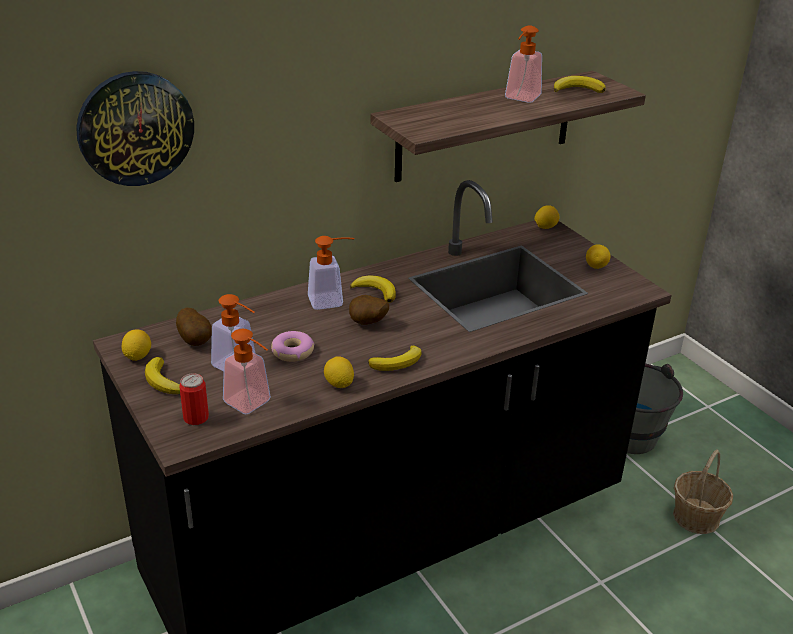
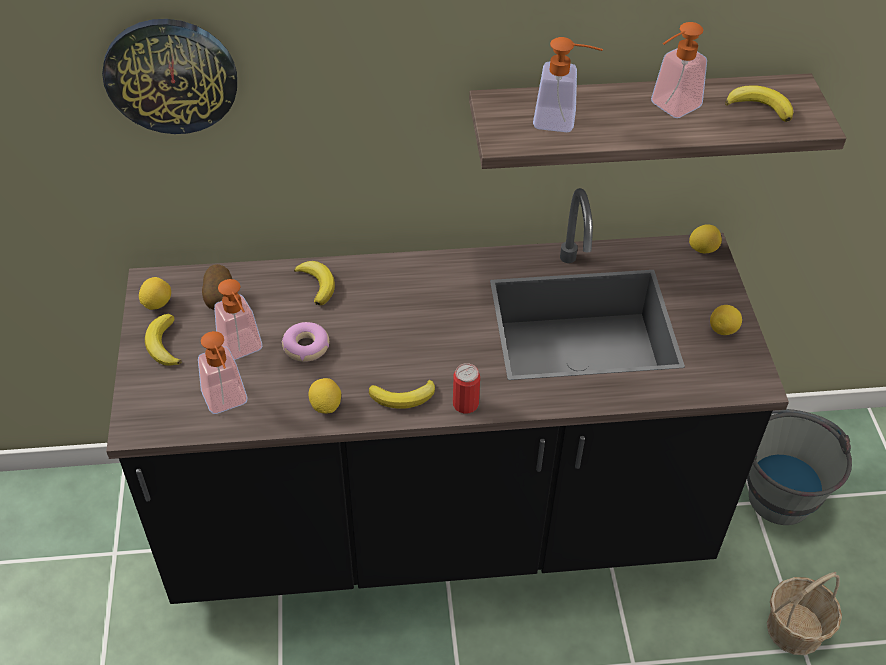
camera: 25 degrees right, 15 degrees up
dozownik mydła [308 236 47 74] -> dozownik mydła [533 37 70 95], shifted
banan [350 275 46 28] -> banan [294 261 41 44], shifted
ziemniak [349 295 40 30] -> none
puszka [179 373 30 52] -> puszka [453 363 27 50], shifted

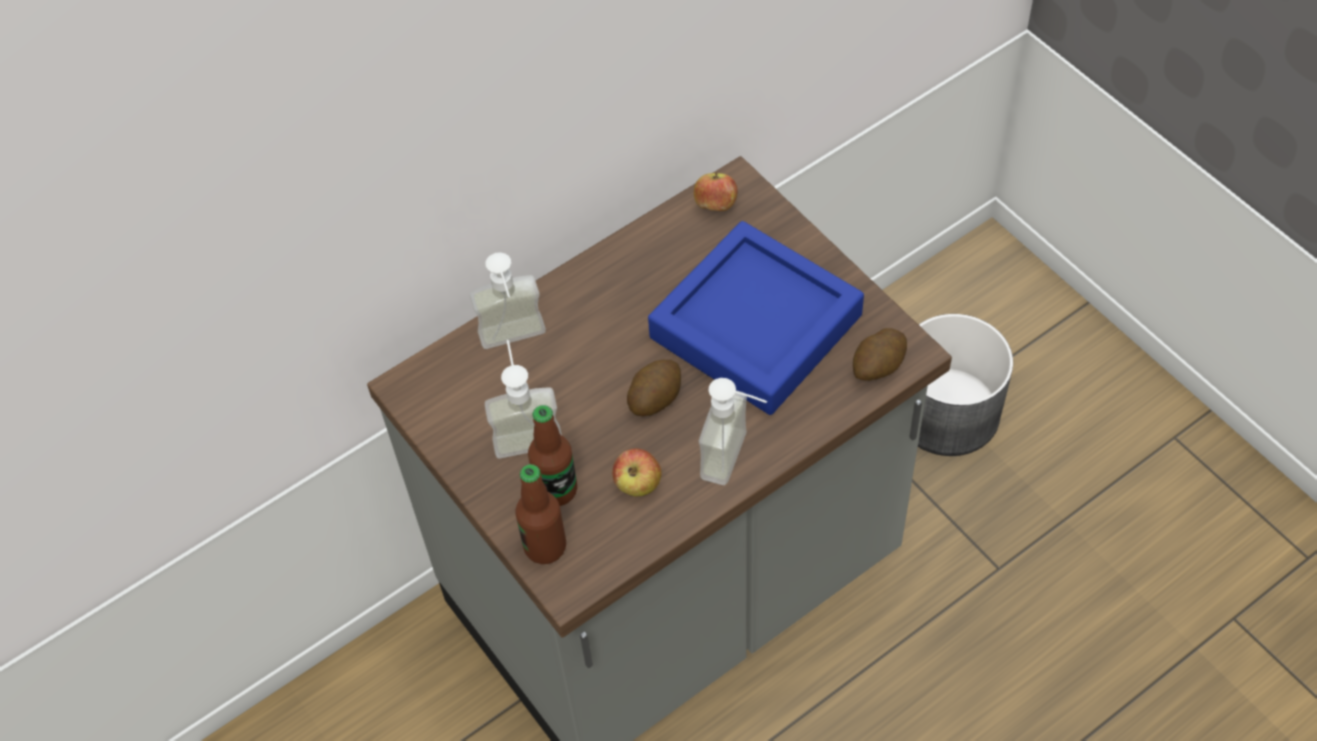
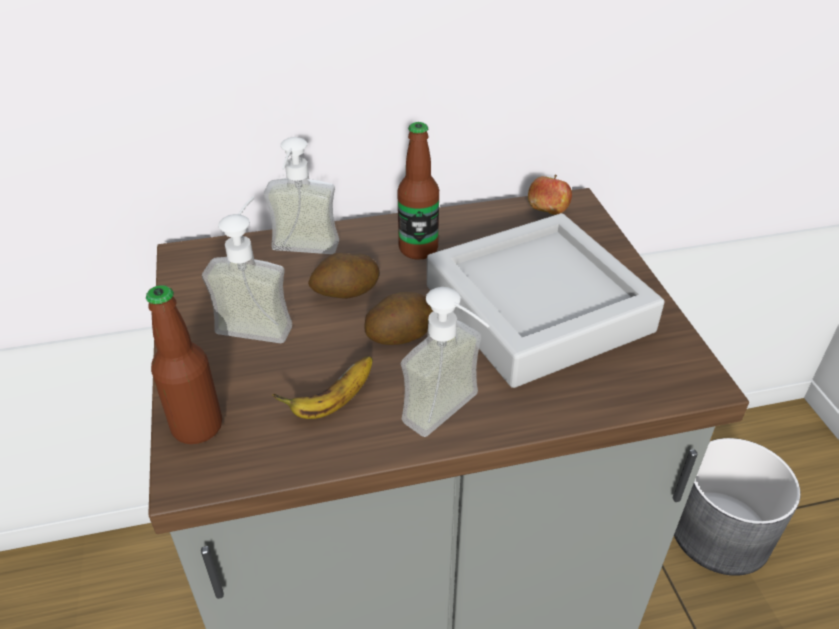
camera: 20 degrees right, 15 degrees down
taca [niebieski] [648 221 216 194] -> taca [szary] [427 213 237 175]
ziemniak [853 328 54 53] -> ziemniak [308 253 72 46], shifted
butelka [528 405 49 101] -> butelka [397 122 42 138], shifted
jabłko [612 448 49 48] -> banan [272 356 100 63]

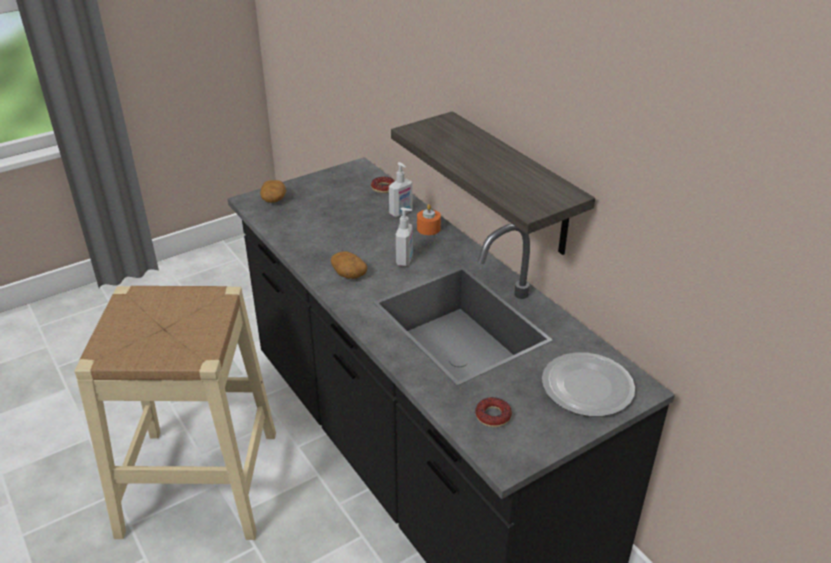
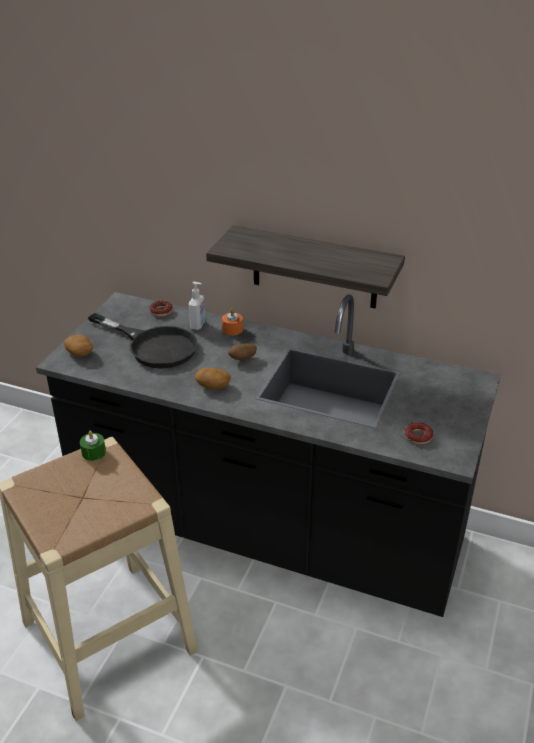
camera: 35 degrees left, 0 degrees up
dozownik mydła [396 208 17 58] -> ziemniak [228 343 29 17]
talerz [542 352 93 64] -> none
none -> patelnia [czarny] [88 313 110 56]
none -> świeca [zielony] [80 430 26 31]

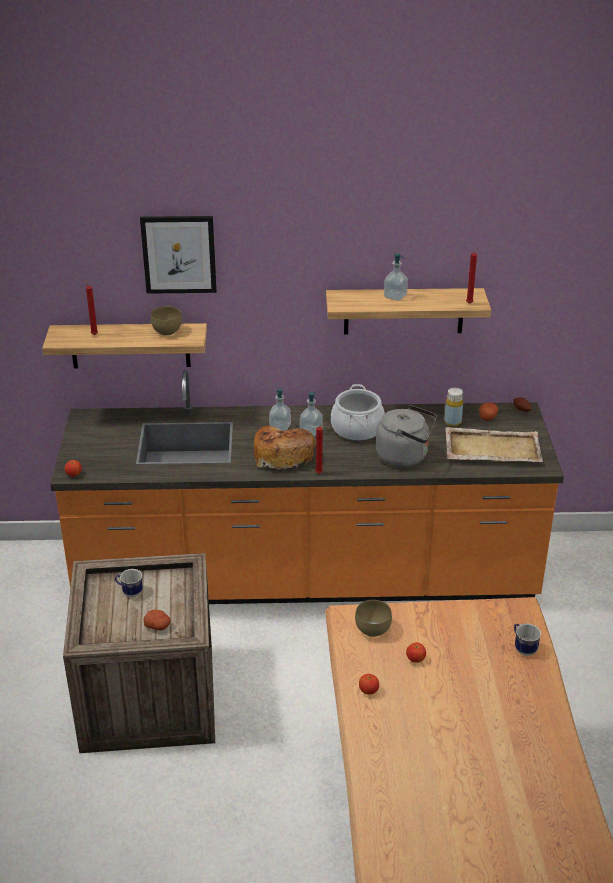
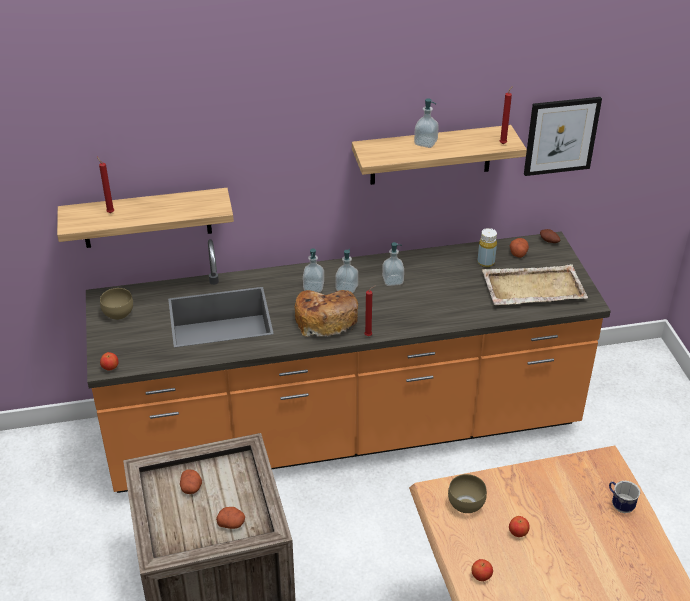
camera: 10 degrees left, 5 degrees up
obraz [140 216 77 78] -> obraz [524 97 78 79], shifted
miska [brązowy] [151 306 31 30] -> miska [brązowy] [100 288 33 32], shifted
garnek [331 384 54 57] -> dozownik mydła [382 242 22 44]
czajnik [szary] [376 405 61 62] -> none
kubek [115 569 28 28] -> ziemniak [180 470 22 24]

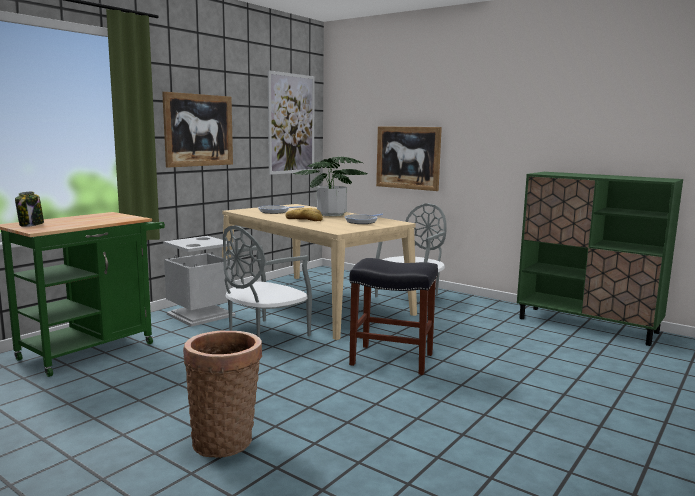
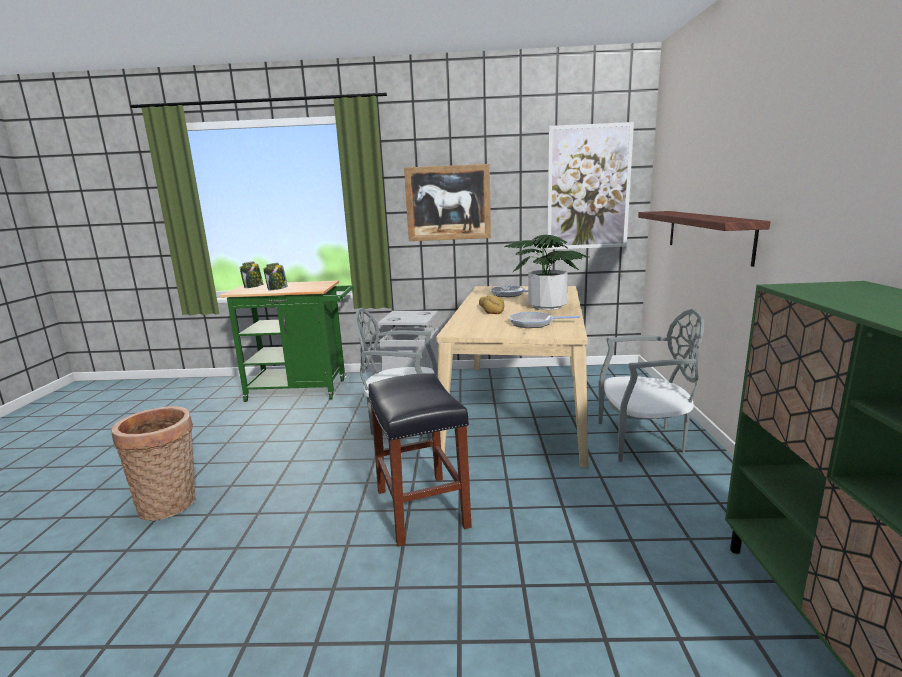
camera: 55 degrees right, 5 degrees up
obraz [376 126 66 65] -> półka [638 211 132 56]
none -> słoik [264 263 24 27]

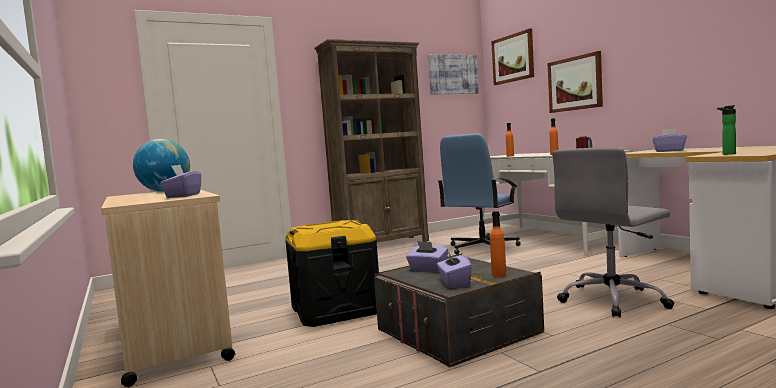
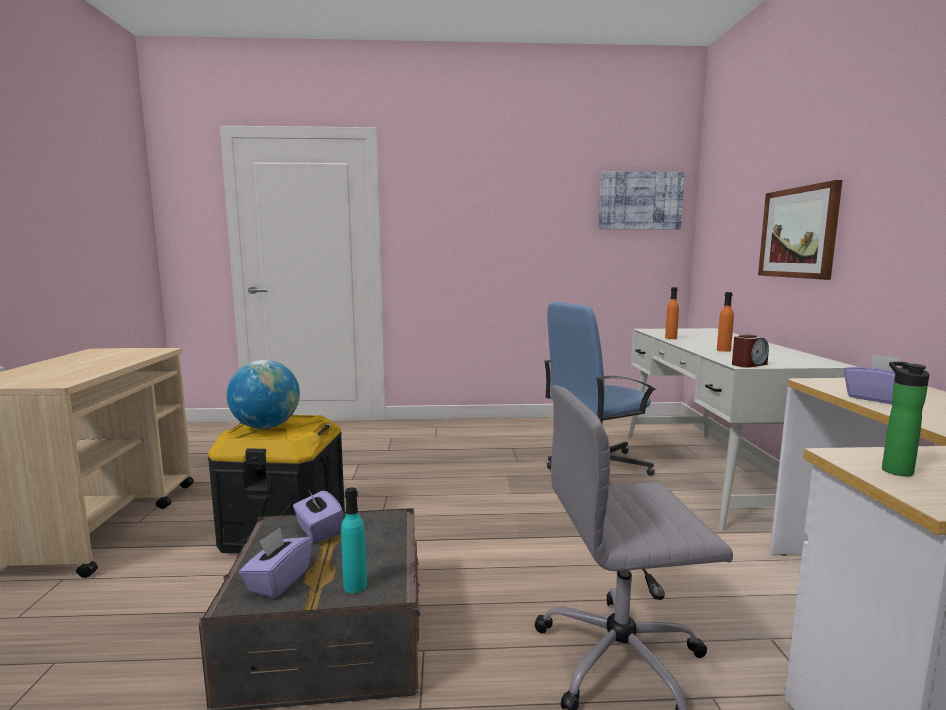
camera: 25 degrees right, 5 degrees up
obraz [491 28 43 57] -> none
regał [brązowy] [314 39 115 204] -> none
globus [133 139 57 53] -> globus [227 360 73 69], shifted
pudełko chusteczek [fioletowy] [160 165 41 33] -> none
butelka [pomarańczowy] [490 211 16 66] -> butelka [turkusowy] [341 487 26 106]

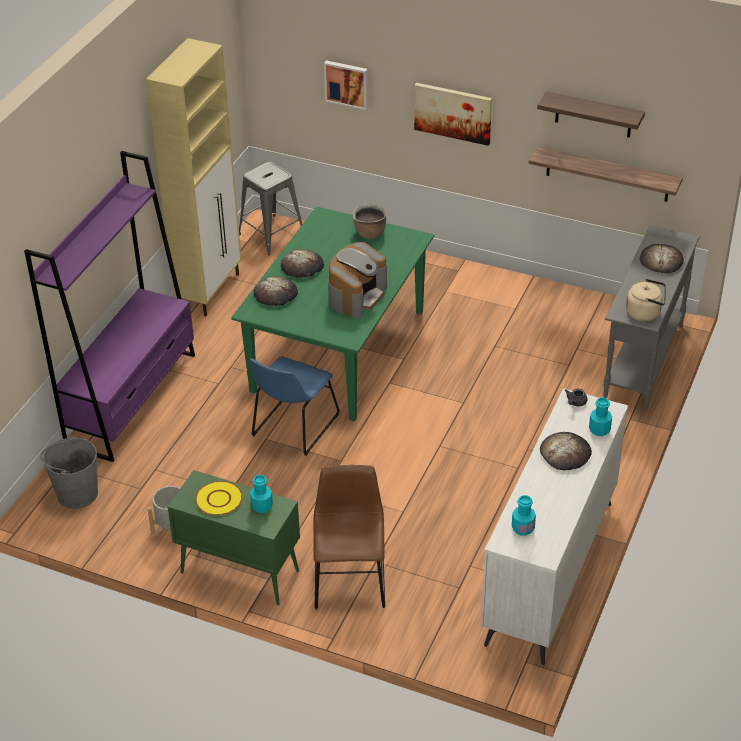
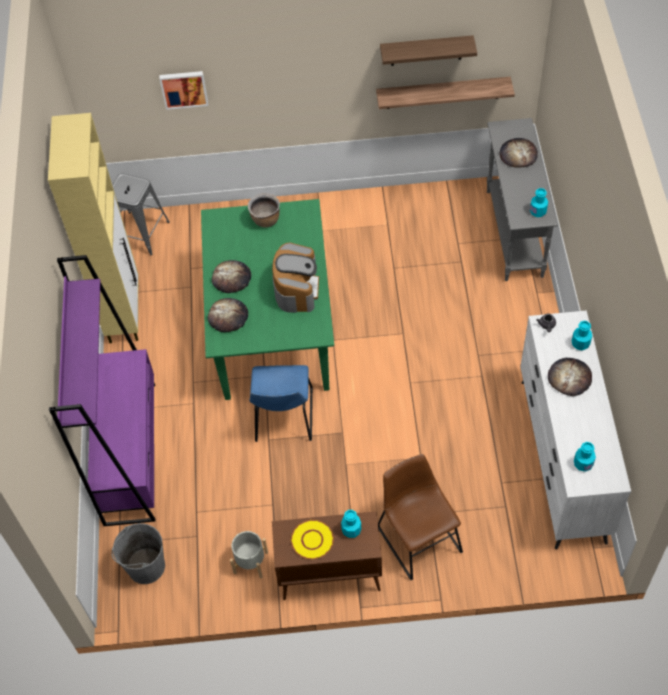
camera: 25 degrees left, 15 degrees up
obraz [414 83 78 63] -> none
czajnik [beżowy] [626 279 40 42] -> butelka [turkusowy] [530 188 18 29]
szafka [zielony] [168 470 132 135] -> szafka [brązowy] [272 511 110 89]

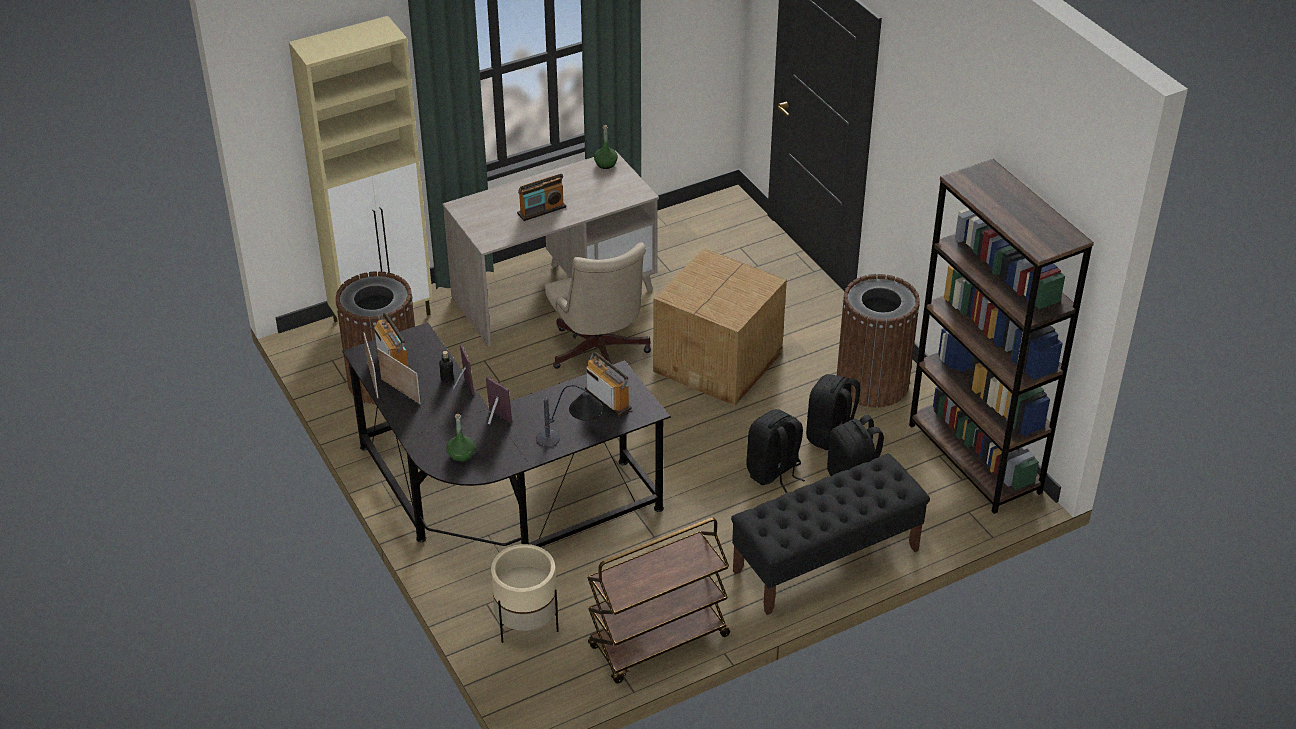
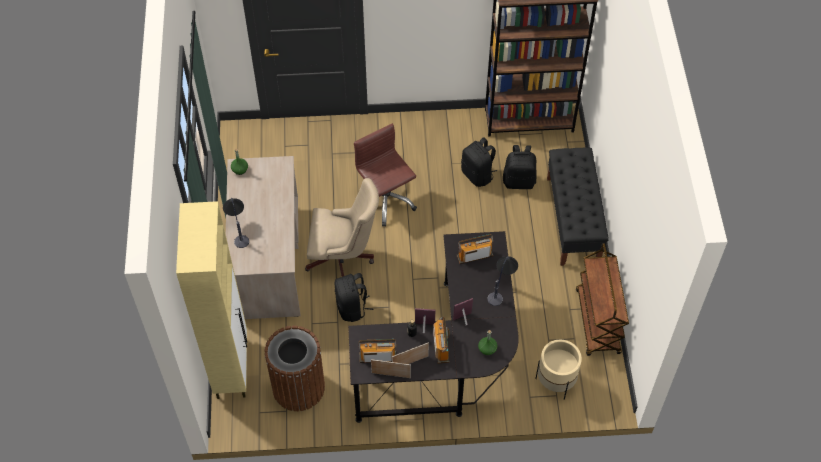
camera: 65 degrees left, 15 degrees up
radio [517 174 49 47] -> radio [433 317 16 46], shifted
karton [653 248 134 158] -> krzesło biurowe [brązowy] [354 123 63 104]
kosz na śmieci [brązowy] [837 274 83 133] -> none
plecak [czarny] [746 409 59 84] -> plecak [czarny] [334 273 39 49], shifted
none -> lampa stołowa [223 198 26 50]

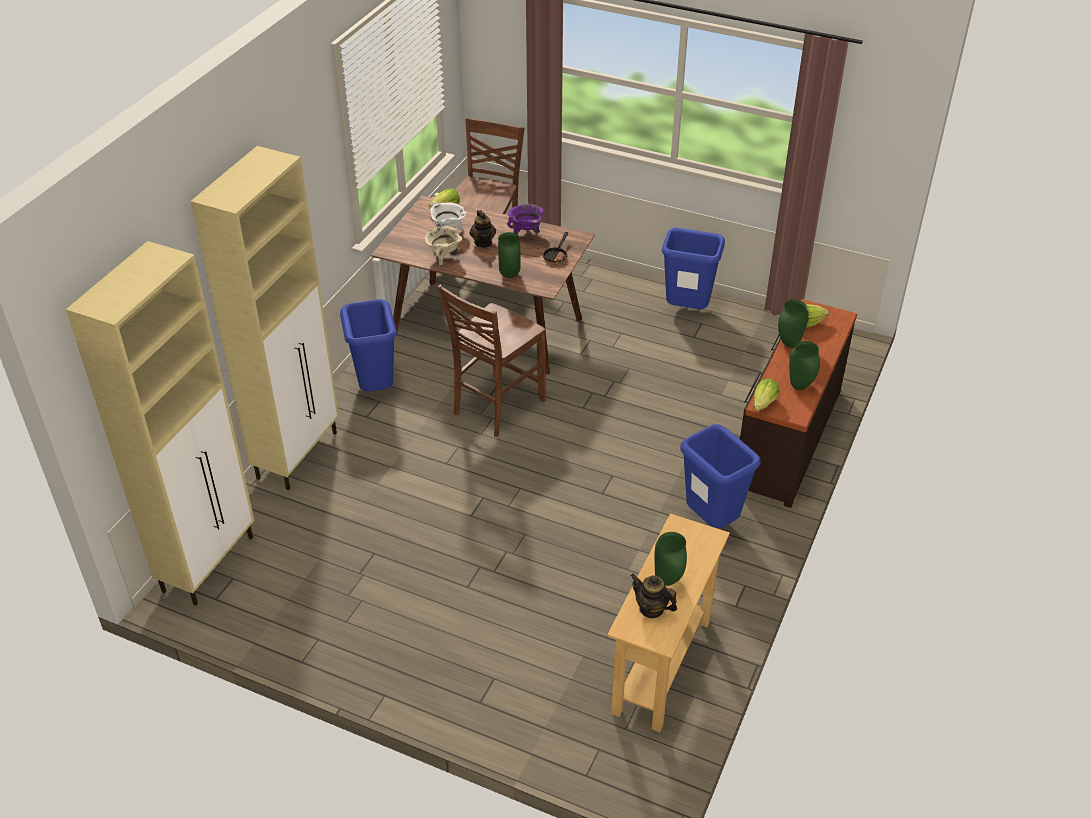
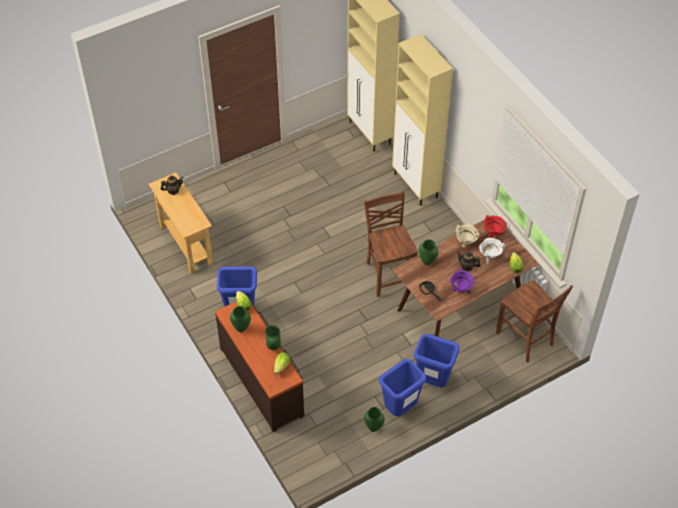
camera: 125 degrees right, 10 degrees up
kosz na śmieci [niebieski] [340 299 57 93] -> kosz na śmieci [niebieski] [414 334 46 54], shifted
wazon [zielony] [655 532 32 54] -> wazon [zielony] [364 407 21 25], shifted
none -> garnek [czerwony] [484 215 23 23]

